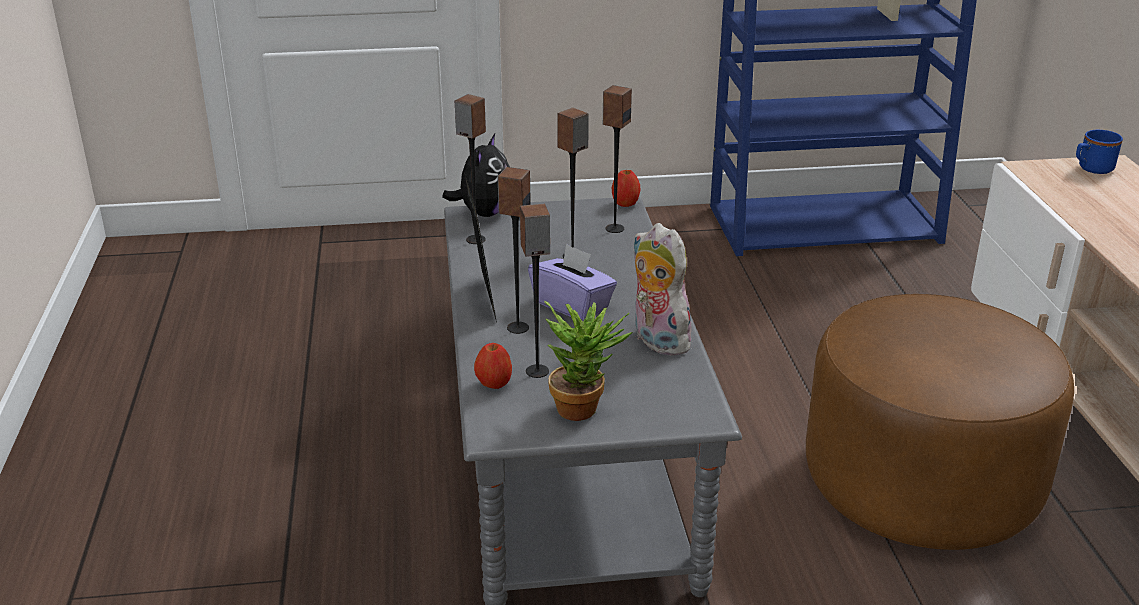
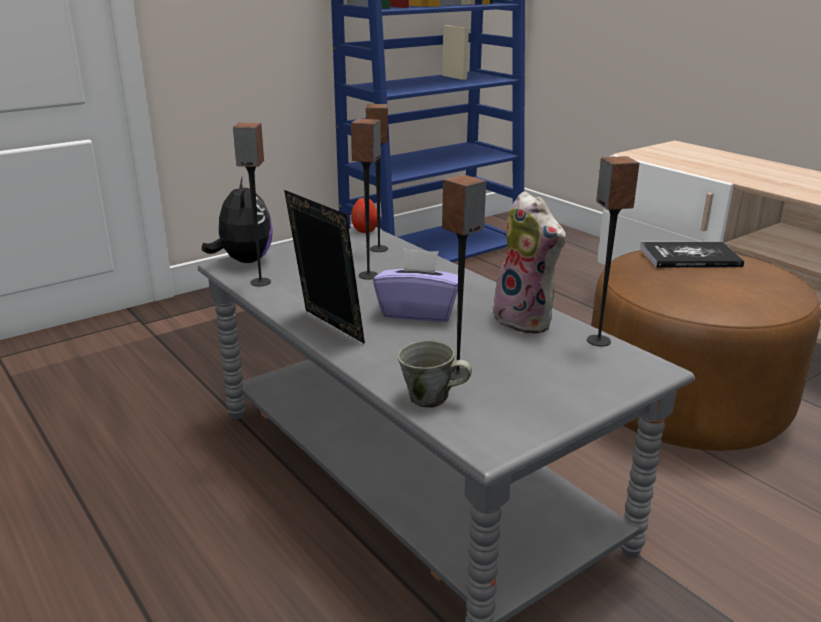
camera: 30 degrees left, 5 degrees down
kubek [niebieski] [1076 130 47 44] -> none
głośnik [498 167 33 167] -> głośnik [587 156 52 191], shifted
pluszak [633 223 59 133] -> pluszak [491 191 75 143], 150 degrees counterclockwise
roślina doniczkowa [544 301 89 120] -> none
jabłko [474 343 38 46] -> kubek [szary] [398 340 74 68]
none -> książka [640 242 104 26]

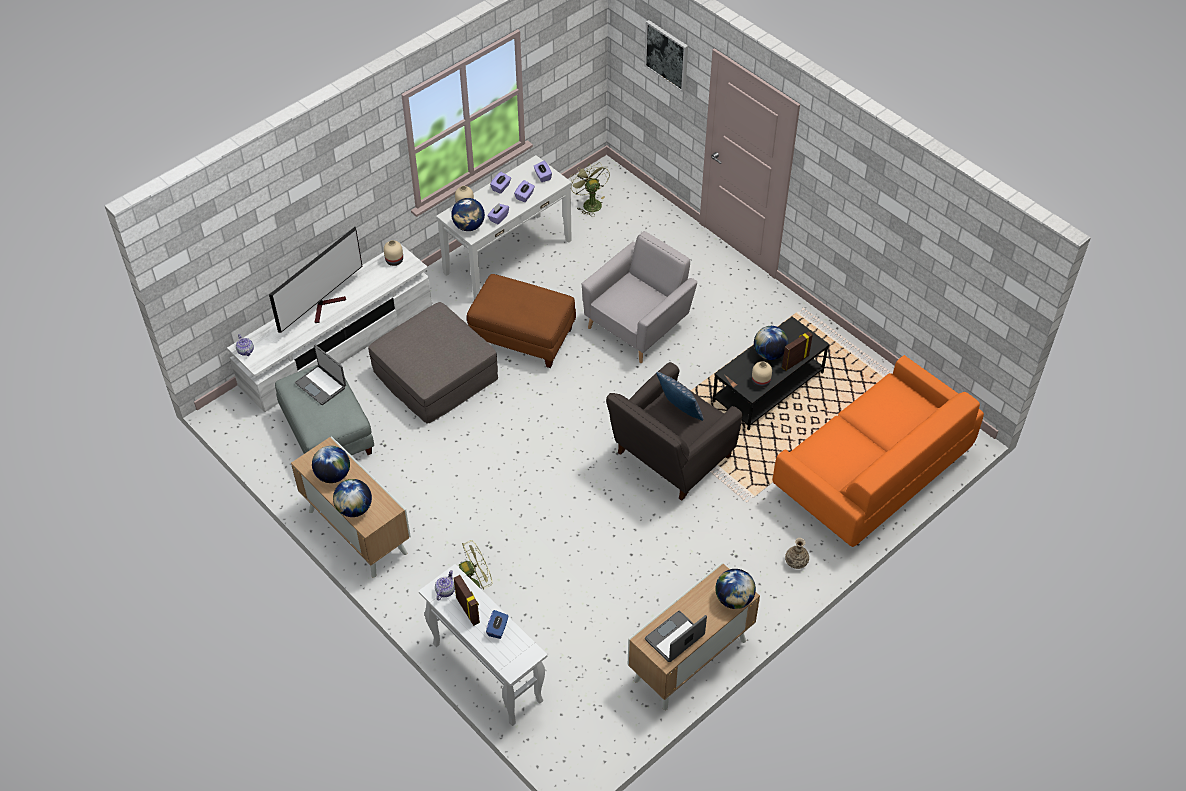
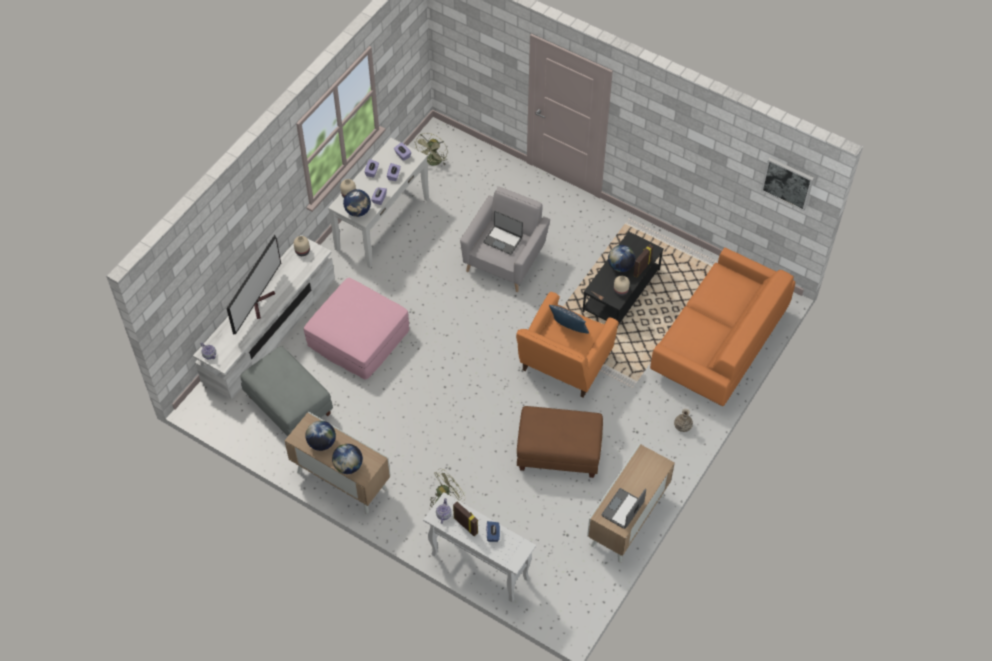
camera: 15 degrees left, 5 degrees up
obraz [644 20 44 72] -> obraz [761 158 53 53], shifted
wentylator [zielony] [570 162 40 55] -> wentylator [zielony] [414 133 33 33], 120 degrees counterclockwise
pufa [brązowy] [467 274 109 94] -> pufa [brązowy] [517 406 86 72], shifted
pufa [szary] [368 302 130 122] -> pufa [różowy] [304 278 105 102]
laptop [295 345 51 60] -> laptop [483 210 40 45], shifted
fotel [szary] [606 362 137 139] -> fotel [pomarańczowy] [516 292 103 106]
globus [715 569 41 40] -> none

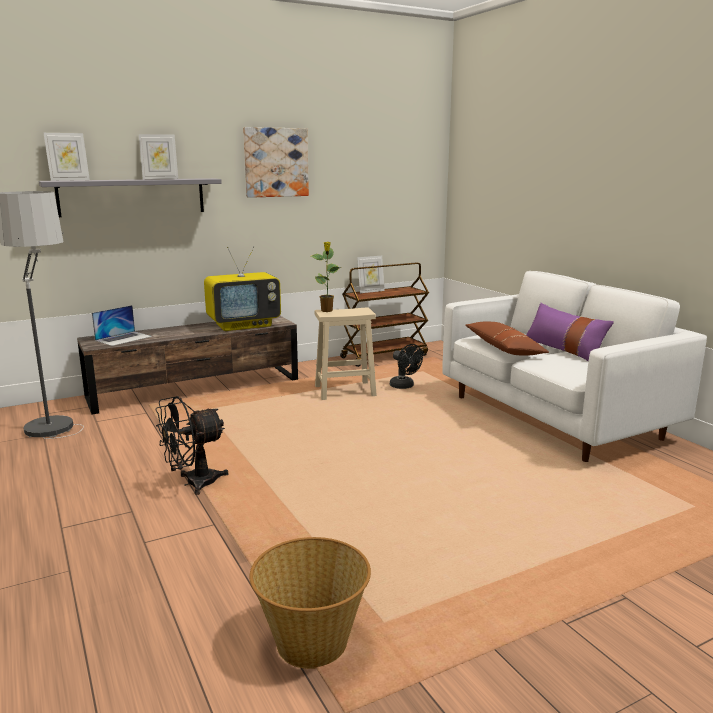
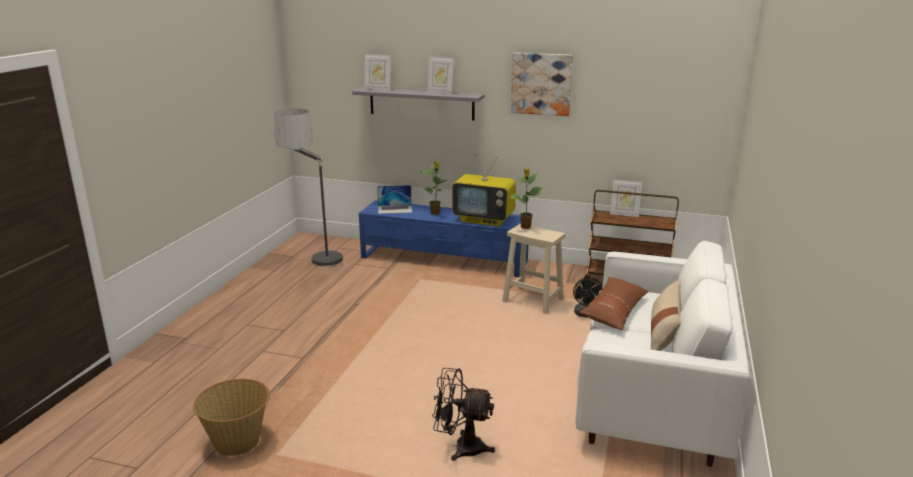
camera: 45 degrees right, 5 degrees up
poduszka [fioletowy] [526 303 88 58] -> poduszka [beżowy] [651 279 30 72]
szafka pod telewizor [brązowy] [77 316 221 98] -> szafka pod telewizor [niebieski] [359 200 169 77]
wentylator [czarny] [156 396 73 99] -> wentylator [czarny] [432 368 63 93], shifted
none -> roślina doniczkowa [420 161 30 54]

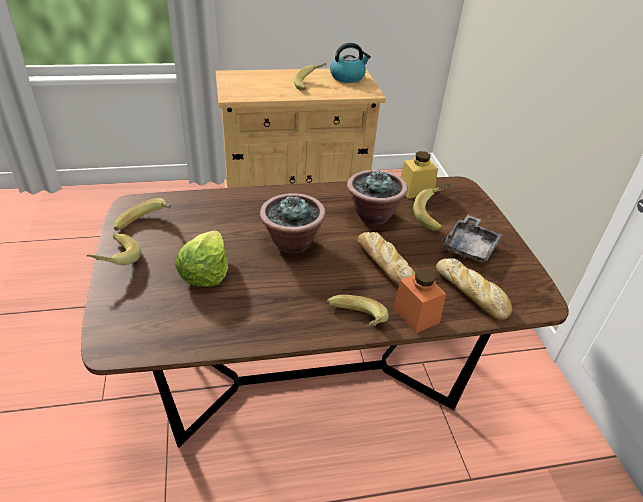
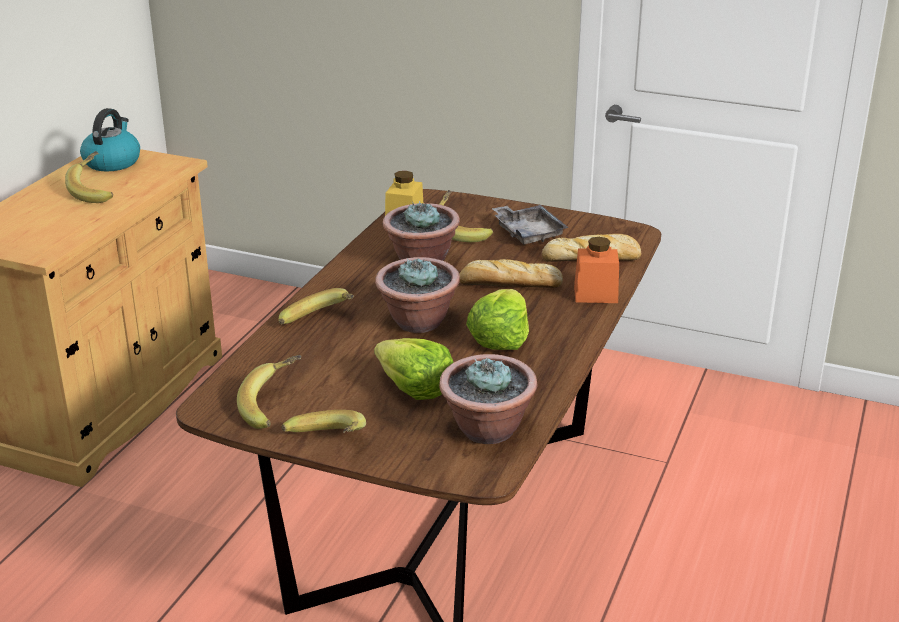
camera: 55 degrees left, 10 degrees down
banan [327 295 62 32] -> banan [279 288 75 37], shifted
none -> sałata [466 289 63 61]
none -> roślina doniczkowa [439 354 98 90]

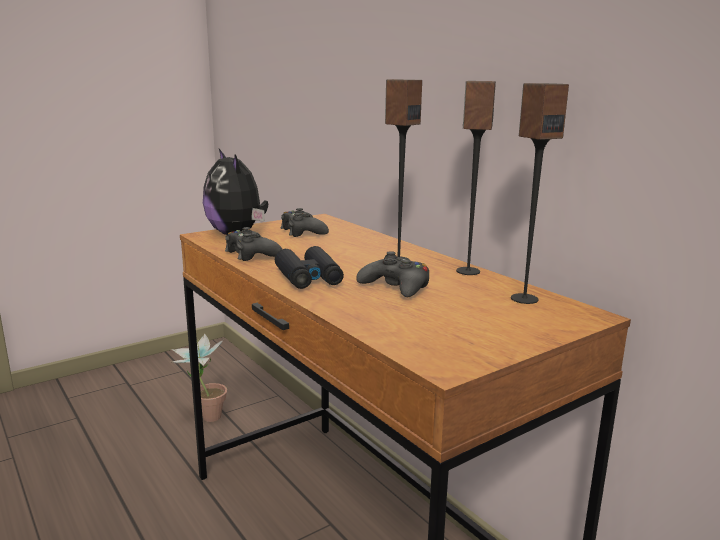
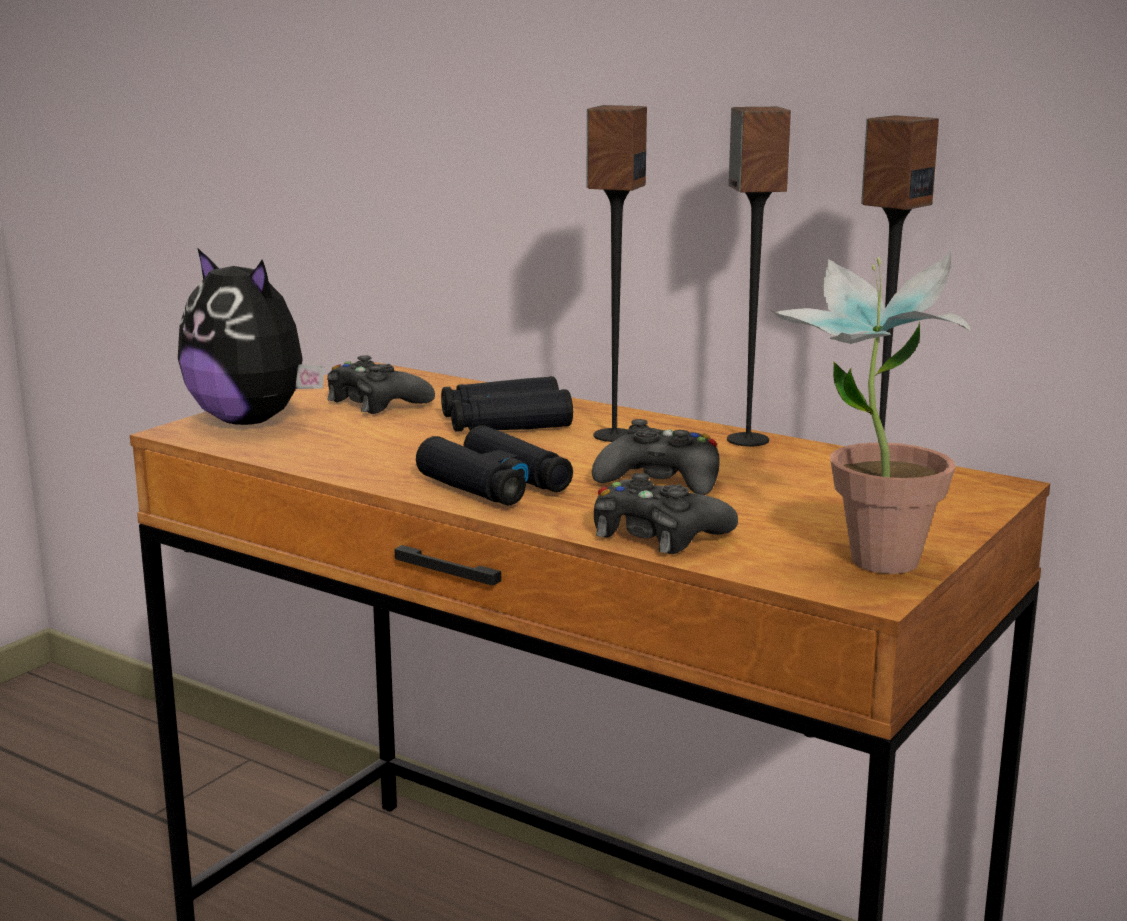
camera: 20 degrees left, 0 degrees up
pad do gier [czarny] [225 227 57 34] -> pad do gier [czarny] [594 473 144 81], shifted
roślina doniczkowa [171 333 56 89] -> roślina doniczkowa [772 252 199 322], shifted
none -> lornetka [czarny] [441 376 132 56]

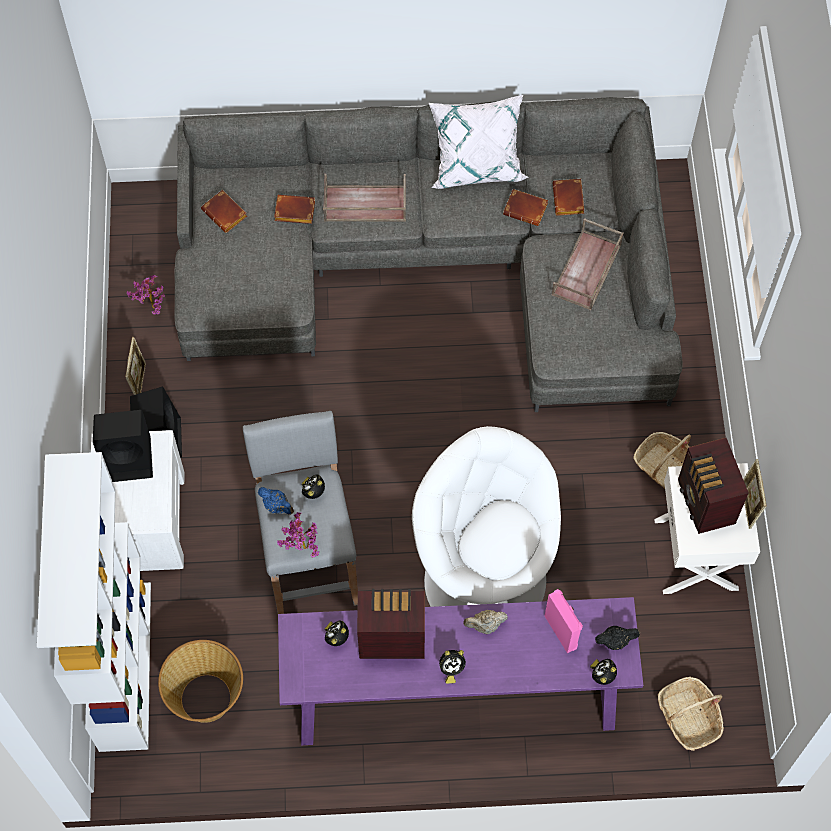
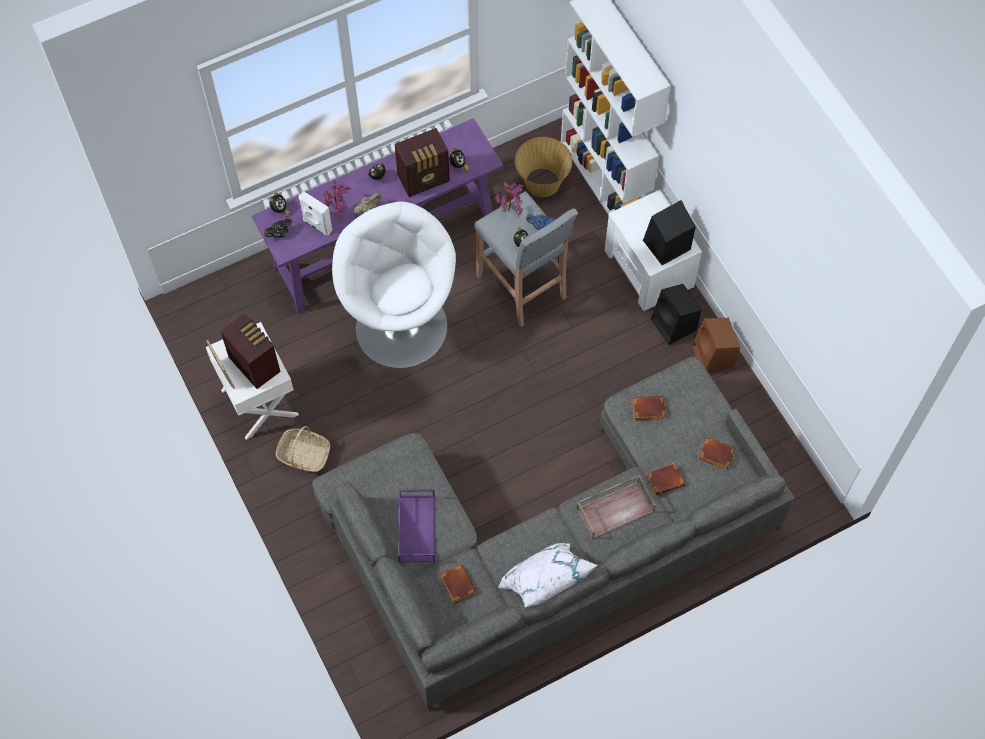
camera: 155 degrees right, 0 degrees up
książka [brązowy] [503 189 45 37] -> książka [brązowy] [632 396 34 25], shifted
taca [brązowy] [552 218 72 93] -> taca [fioletowy] [398 489 37 74]
roślina doniczkowa [127 275 38 40] -> roślina doniczkowa [323 180 29 35], shifted
ramka na zdjęcie [125 337 21 58] -> głośnik [brązowy] [692 318 48 56]
fotel [biały] [412 426 149 181] -> fotel [biały] [332 201 124 167], 135 degrees counterclockwise
głośnik [różowy] [545 589 38 64] -> głośnik [biały] [299 191 33 45]
koszyk [658 677 66 74] -> none

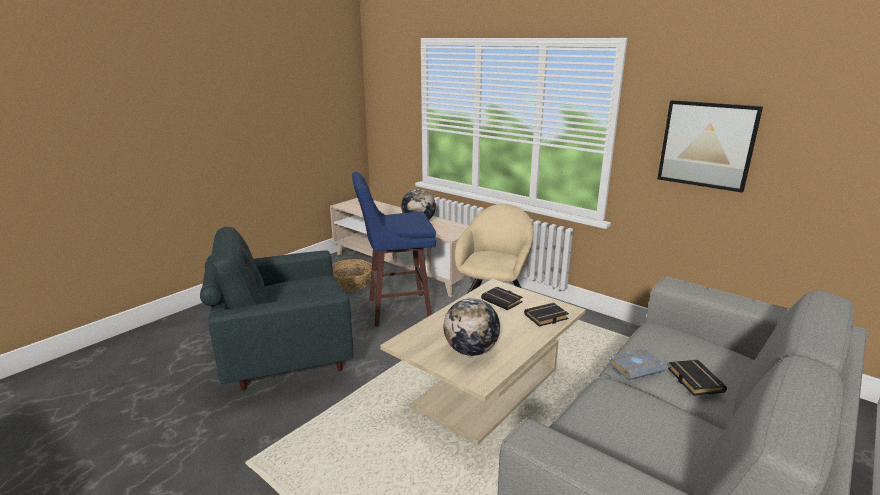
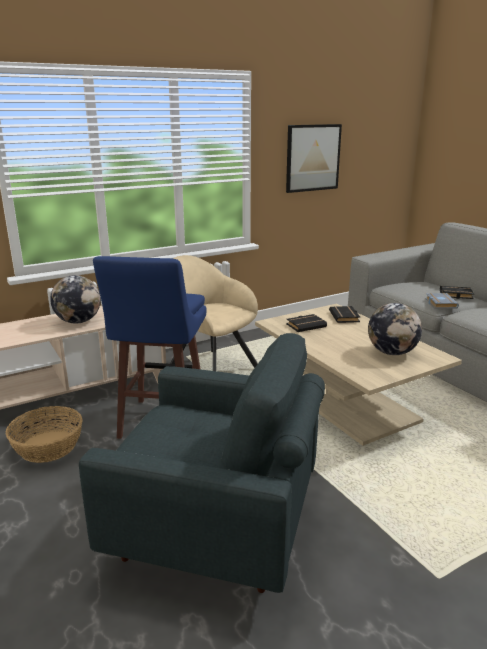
camera: 70 degrees left, 0 degrees up
fotel [szary] [200 227 153 163] -> fotel [szary] [79 333 246 260], 75 degrees counterclockwise

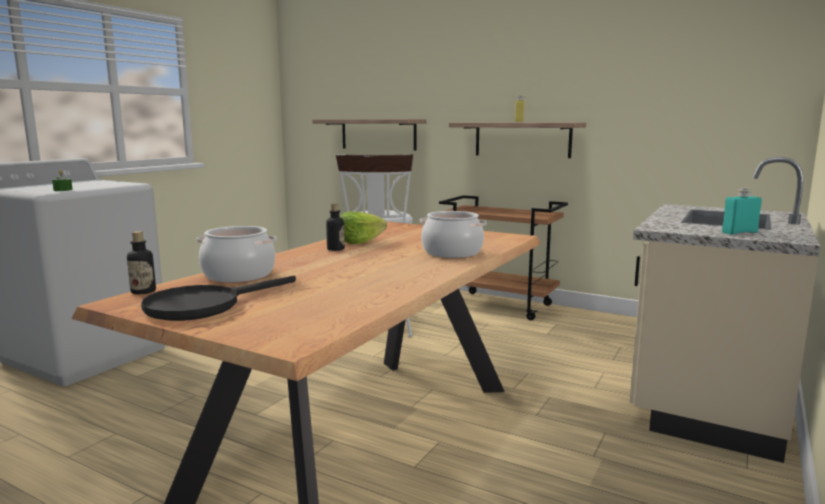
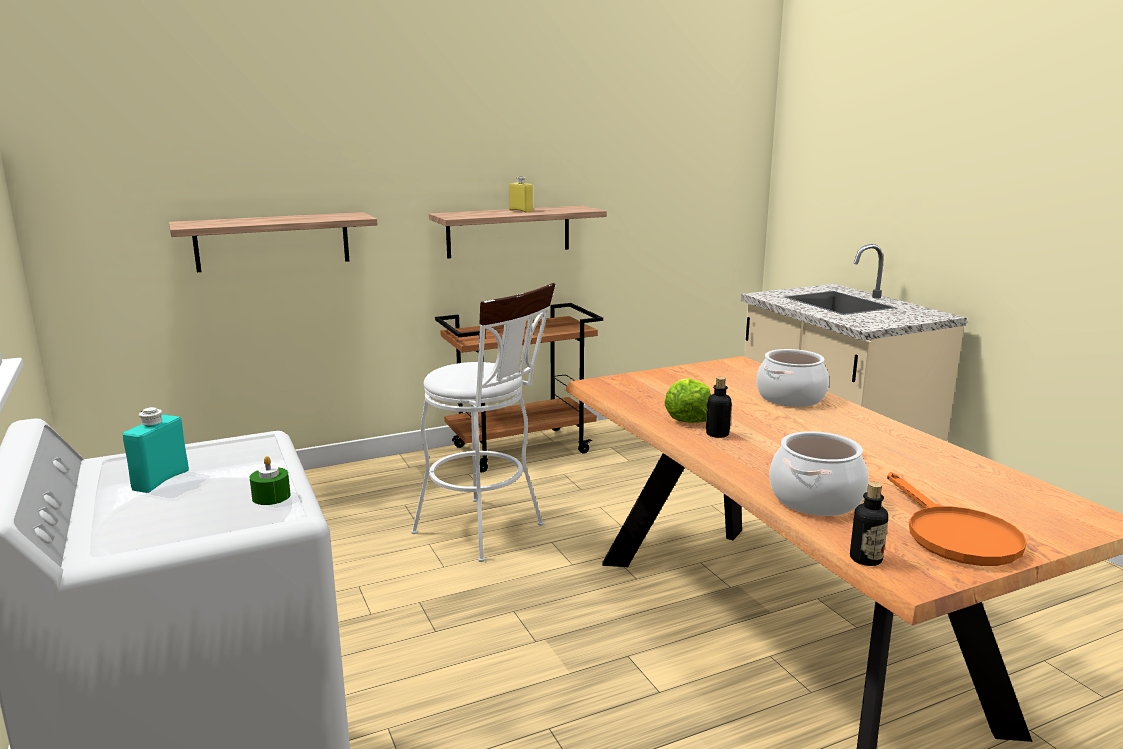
camera: 55 degrees left, 5 degrees up
butelka [turkusowy] [722 188 40 47] -> butelka [turkusowy] [123 407 66 86], shifted
patelnia [czarny] [141 276 155 45] -> patelnia [pomarańczowy] [887 472 140 94]

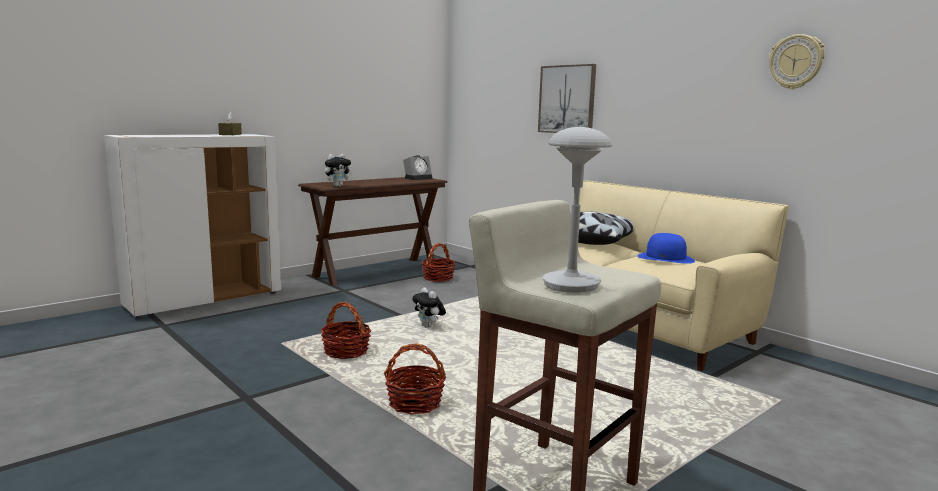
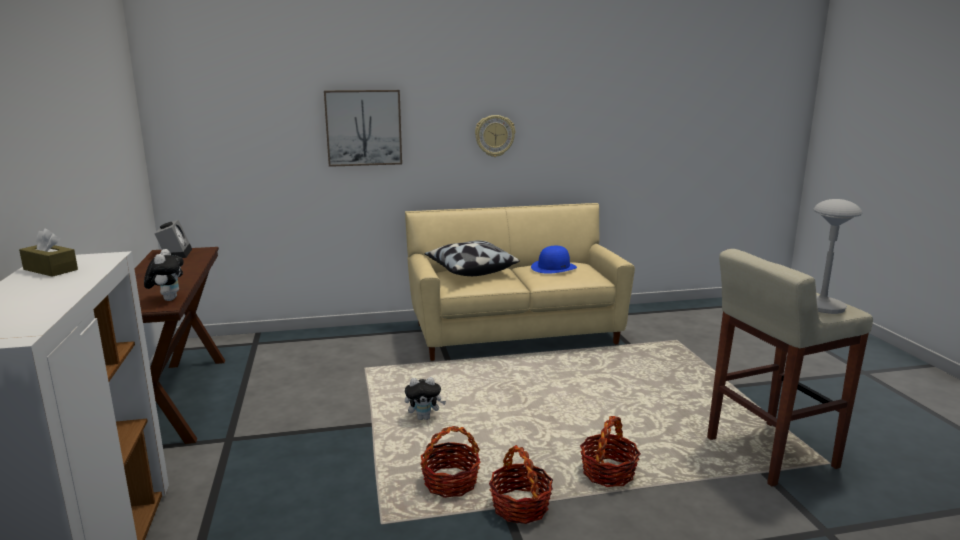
camera: 60 degrees left, 5 degrees up
zegar ścienny [769 34 56 55] -> zegar ścienny [475 115 40 42], shifted
koszyk [422 243 33 39] -> koszyk [489 445 64 79], shifted

